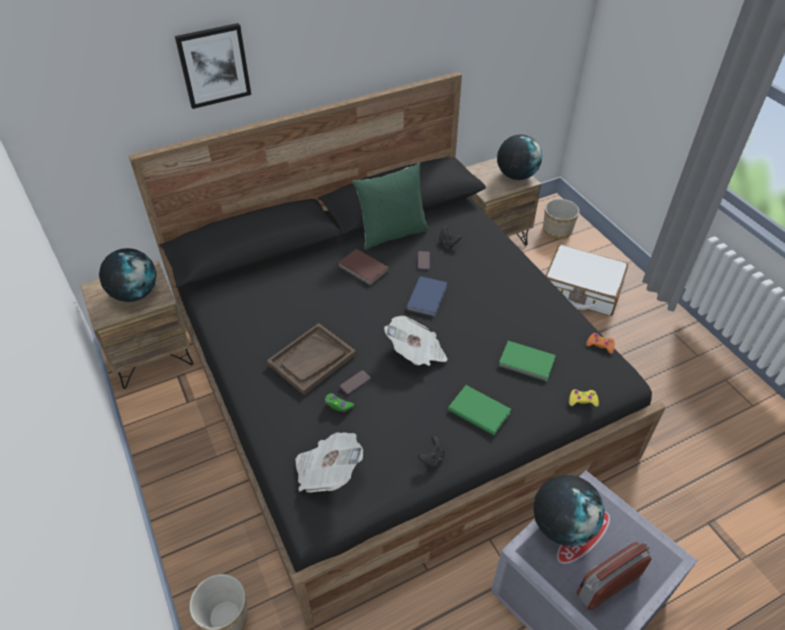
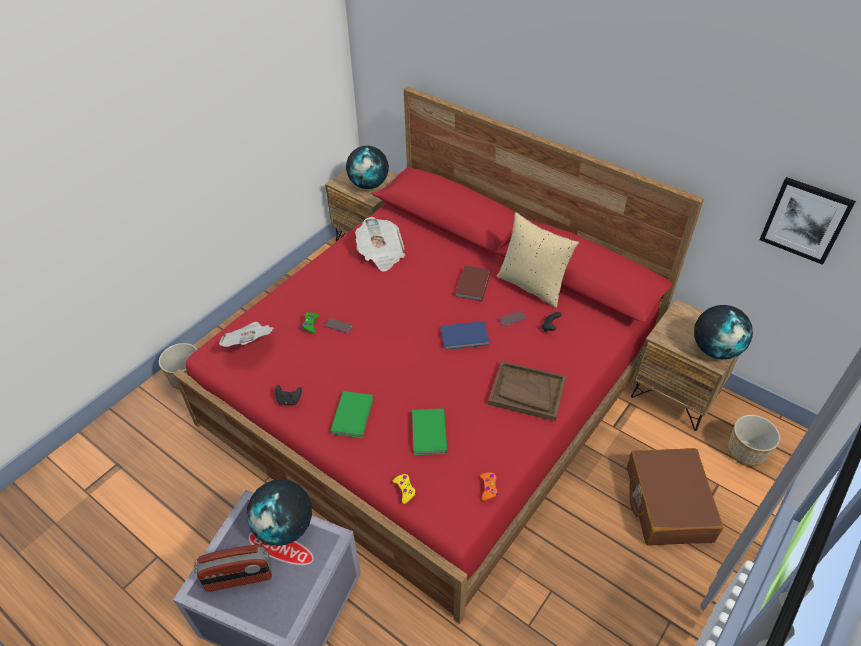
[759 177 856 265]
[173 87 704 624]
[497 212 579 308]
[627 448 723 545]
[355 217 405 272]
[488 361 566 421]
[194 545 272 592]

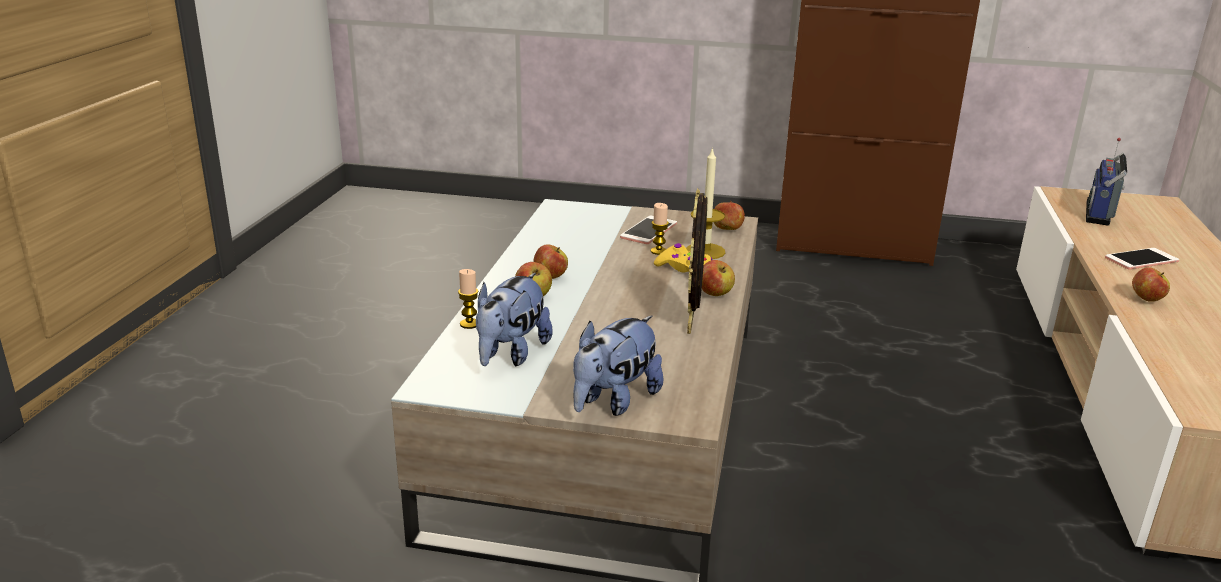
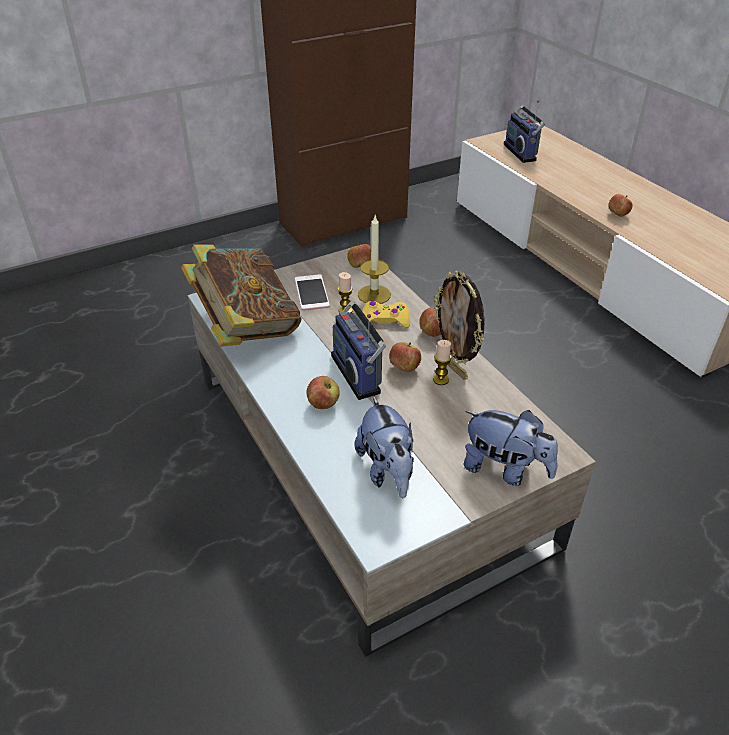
[389 342 421 372]
[1105 248 1179 270] (first image)
[433 340 451 385]
[464 410 558 486]
[181 245 301 347]
[331 301 386 400]

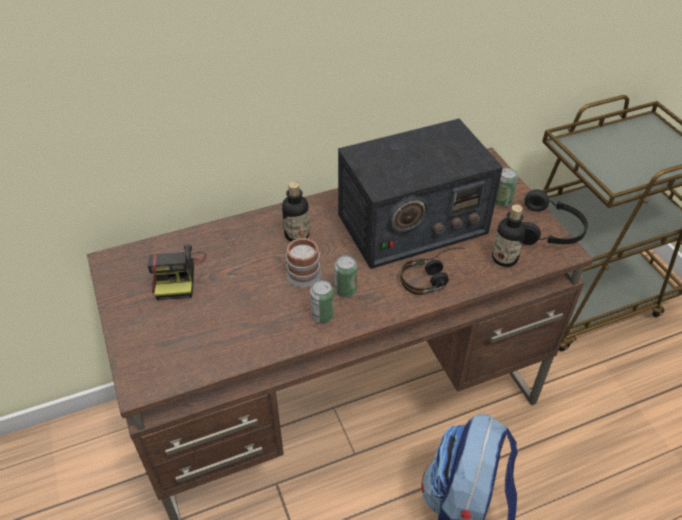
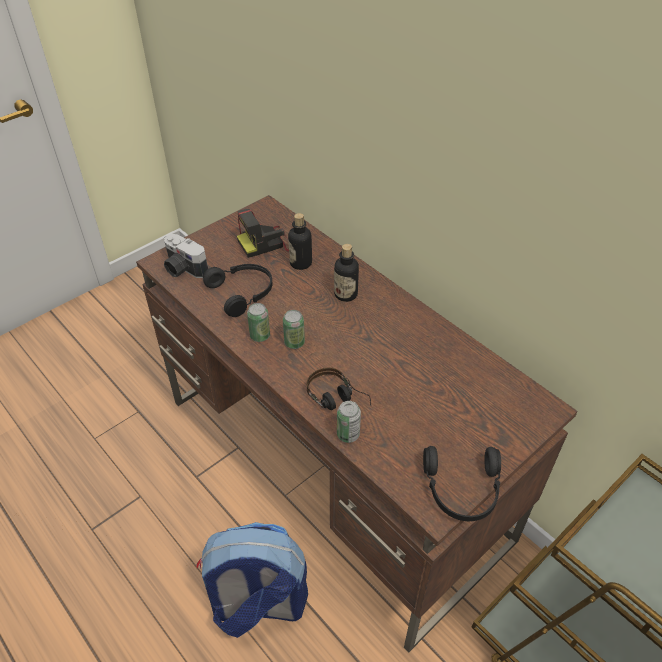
[338 119 503 269] (first image)
[337 401 361 443]
[288 213 312 270]
[286 228 322 287] (first image)
[164 234 208 278]
[203 264 273 317]

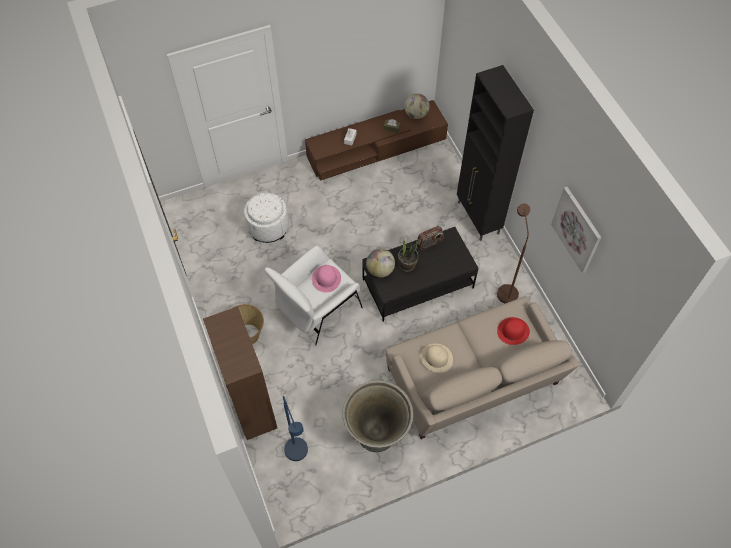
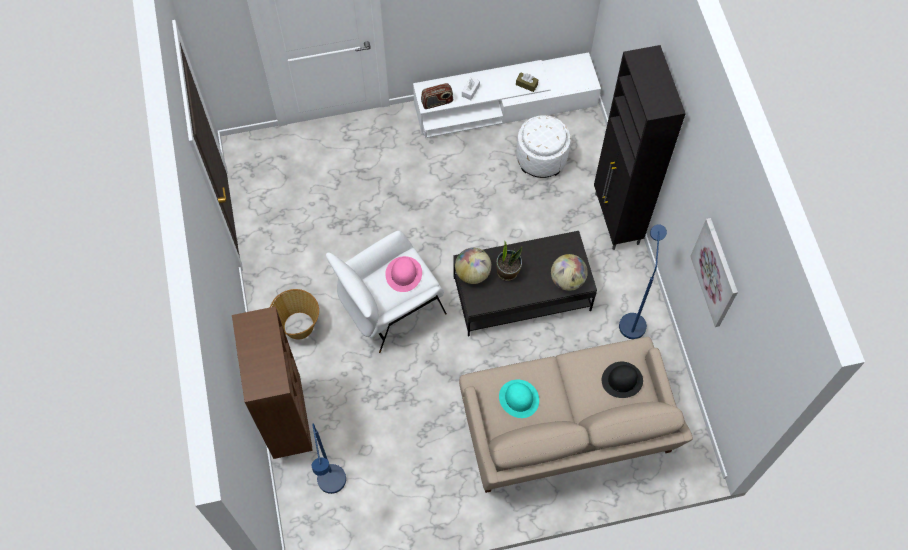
[551 254 588 291]
[413 52 601 138]
[516 115 571 178]
[619 224 667 339]
[421 83 453 109]
[602 362 643 398]
[499 380 539 418]
[342 380 413 452] (first image)

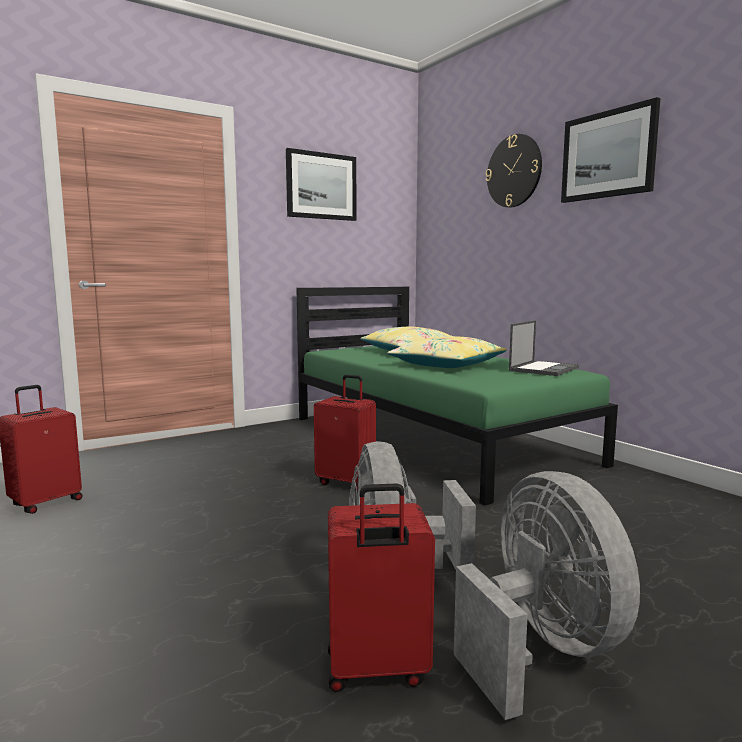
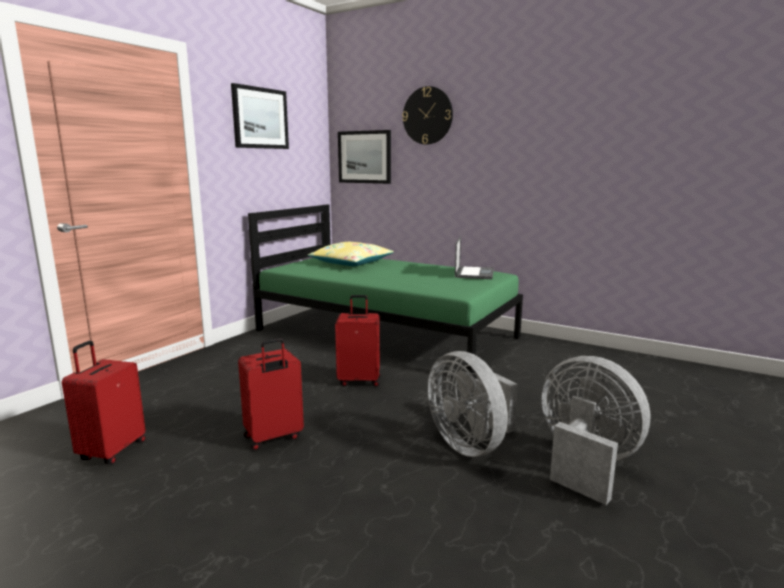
[338 130 391 184]
[387 336 507 368] (first image)
[238 338 304 450]

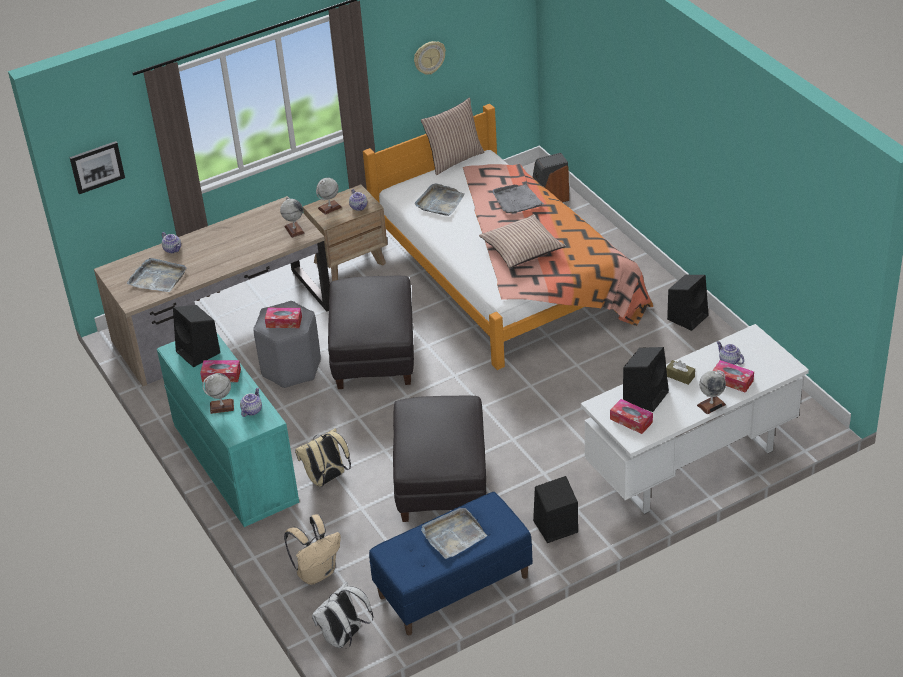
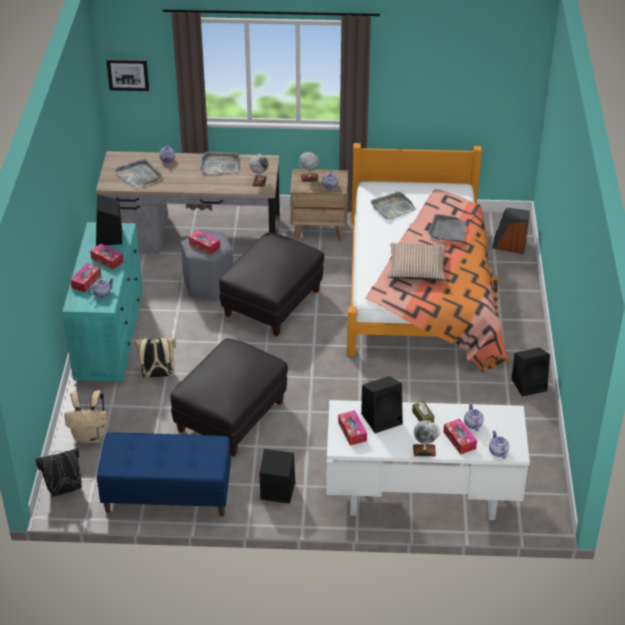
[414 41 446 75] (first image)
[421 98 485 175] (first image)
[70 263 101 292]
[200 151 239 173]
[35 448 82 497]
[489 430 509 459]

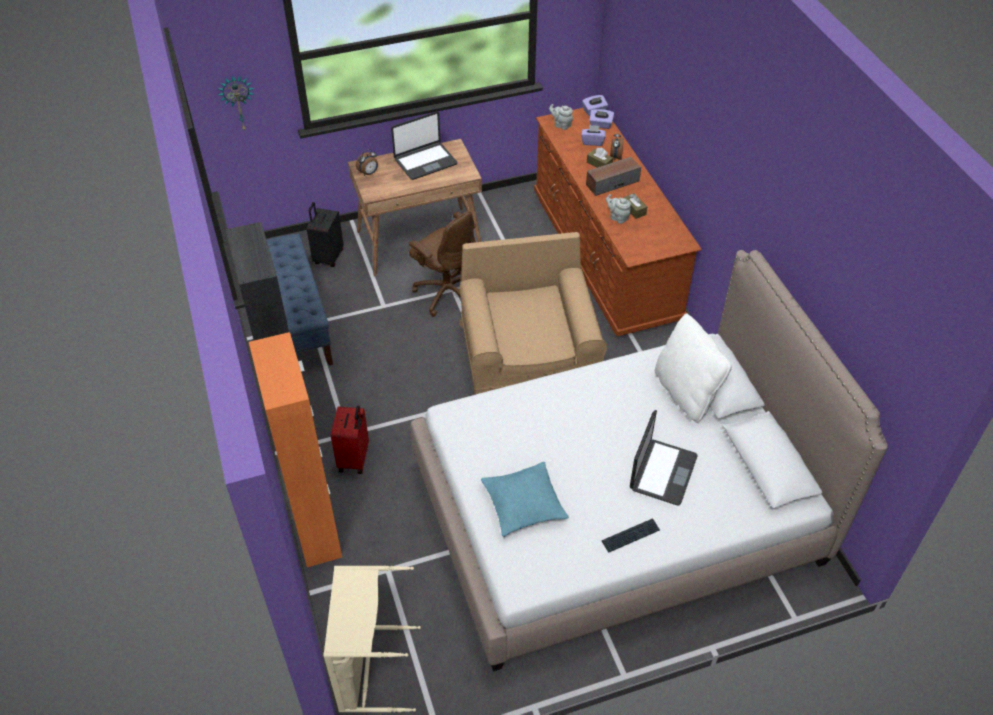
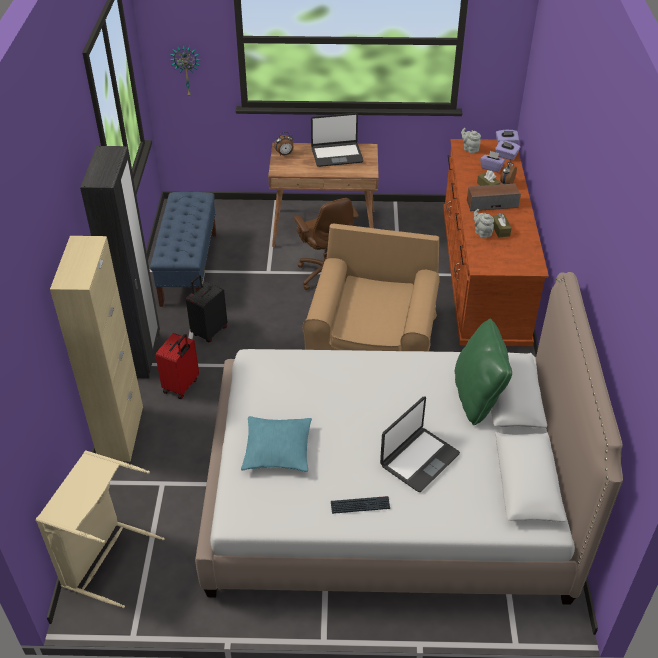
[186 275 227 342]
[455 318 512 425]
[50 236 143 462]

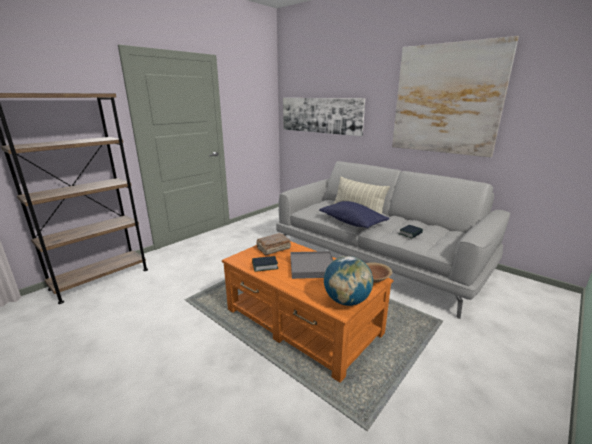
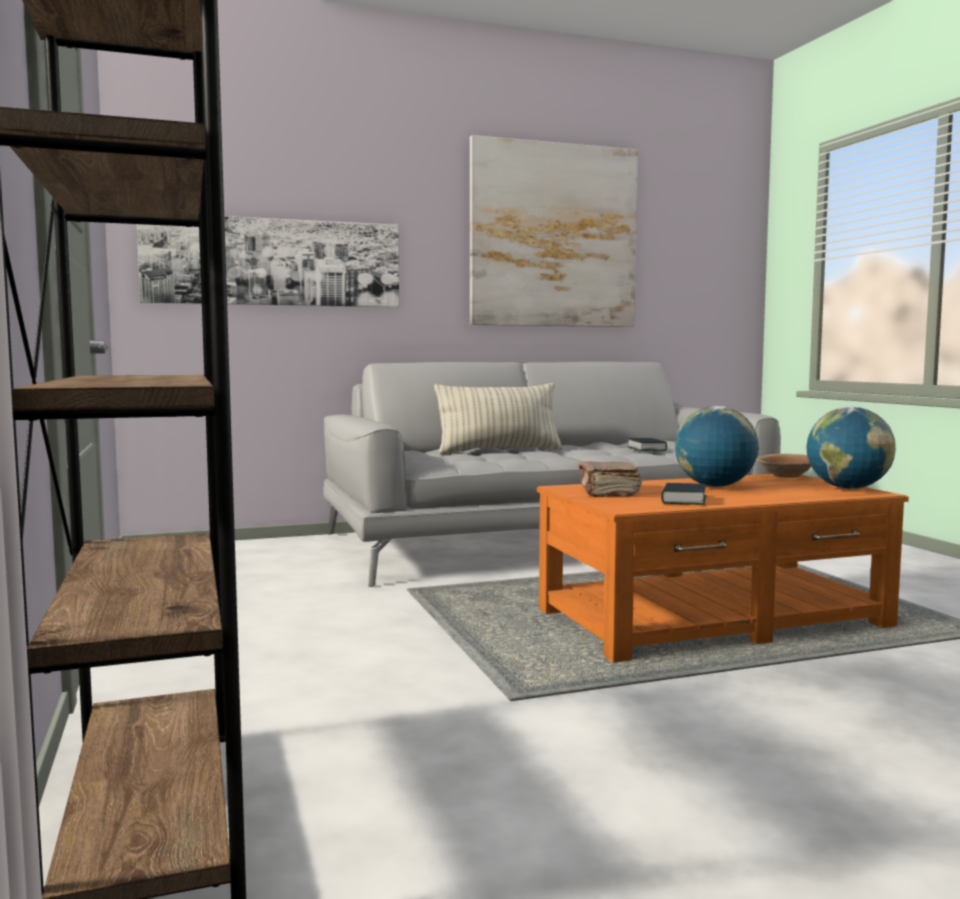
[319 201 389 228] (first image)
[675 406 759 487]

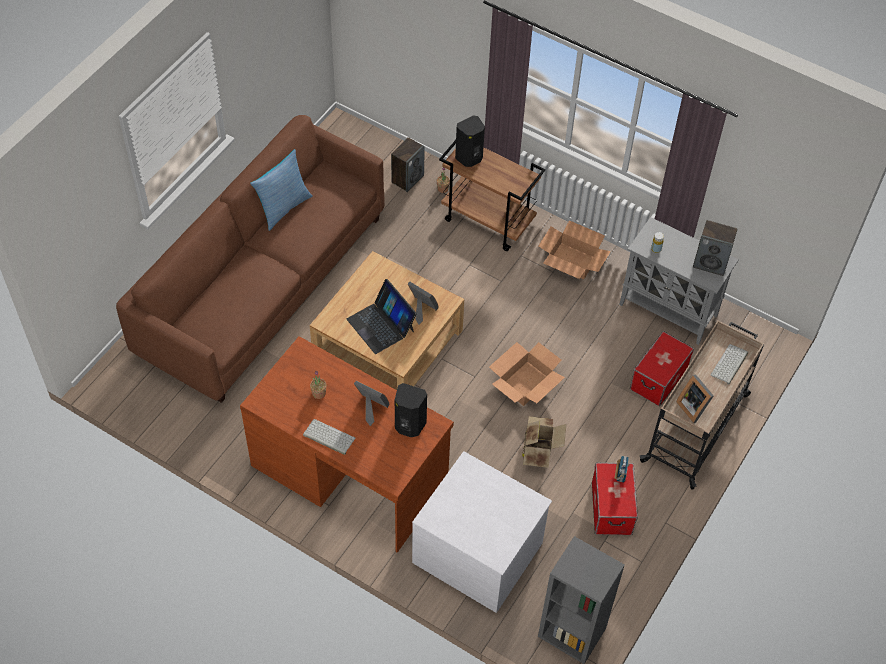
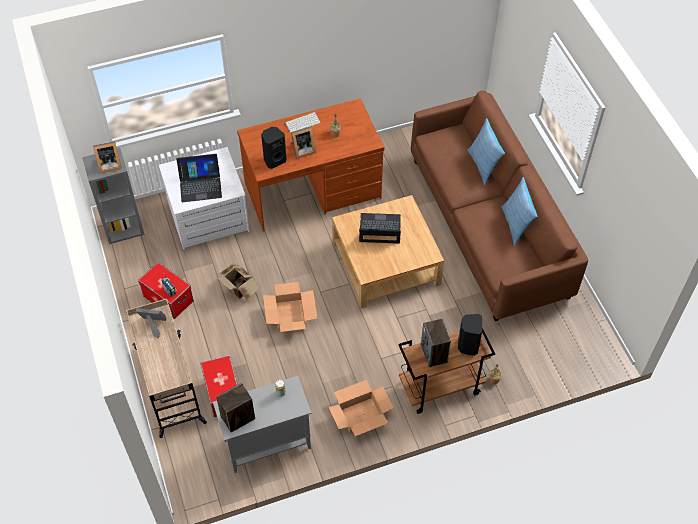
[421 319 451 367]
[93 141 122 174]
[710 344 748 385] (first image)
[467 118 505 186]
[176 154 222 202]

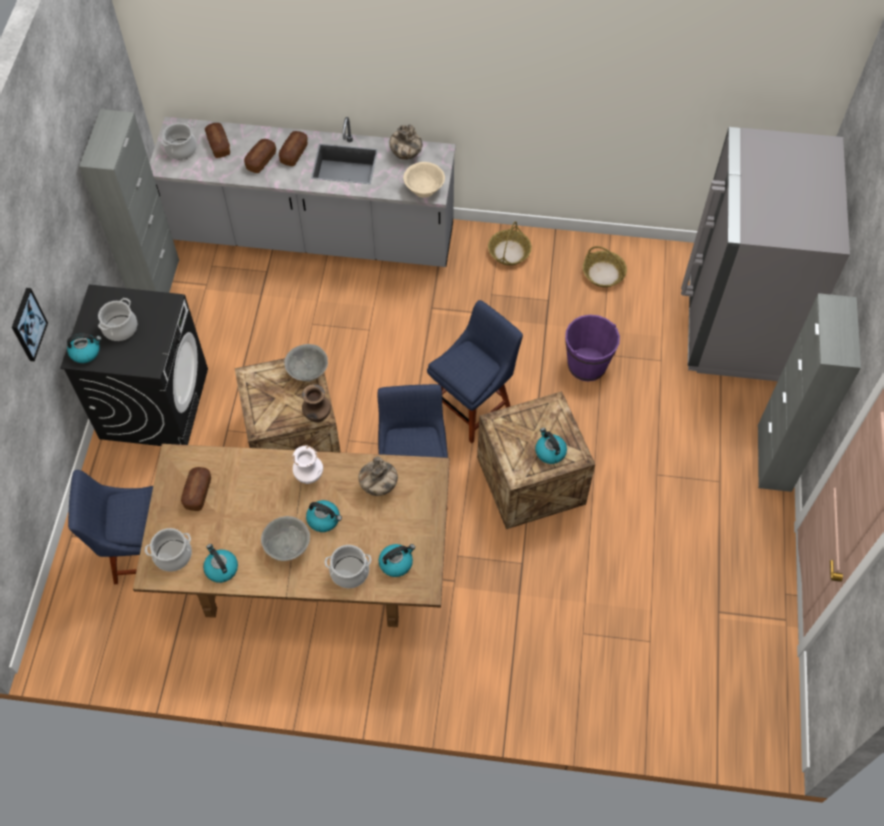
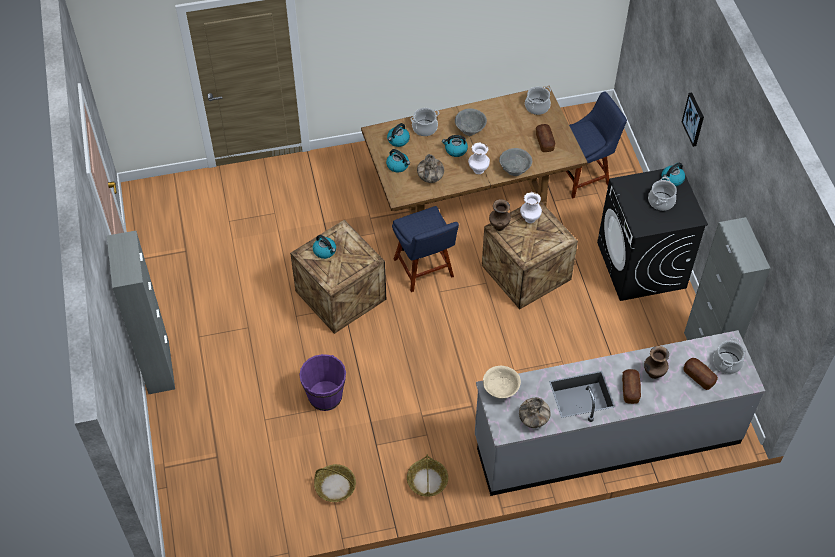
[681 127 850 381] (first image)
[644 346 669 379]
[427 300 523 443] (first image)
[499 148 532 176]
[386 149 410 173]
[520 192 542 223]

